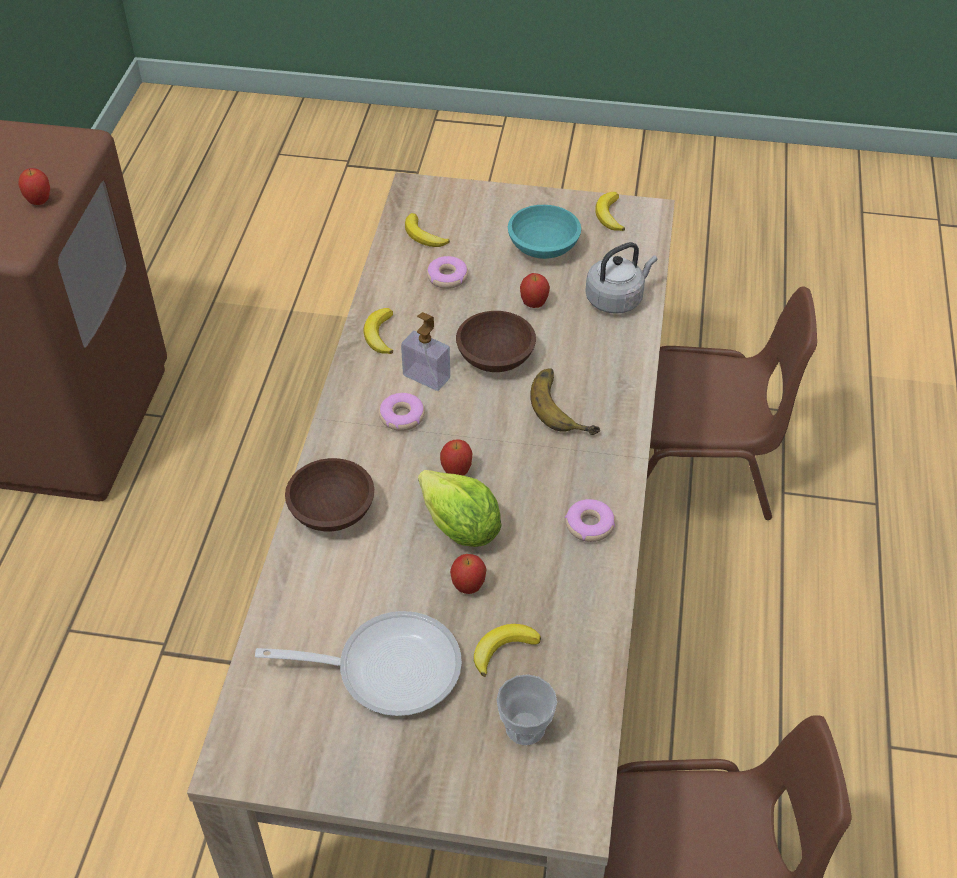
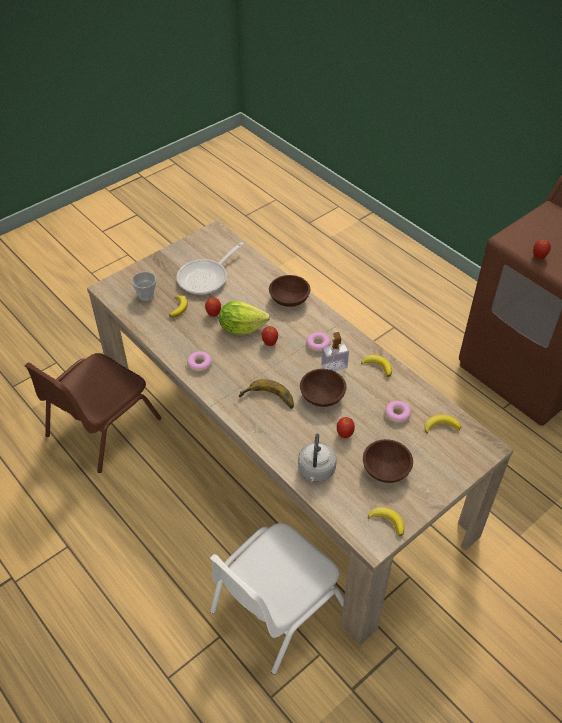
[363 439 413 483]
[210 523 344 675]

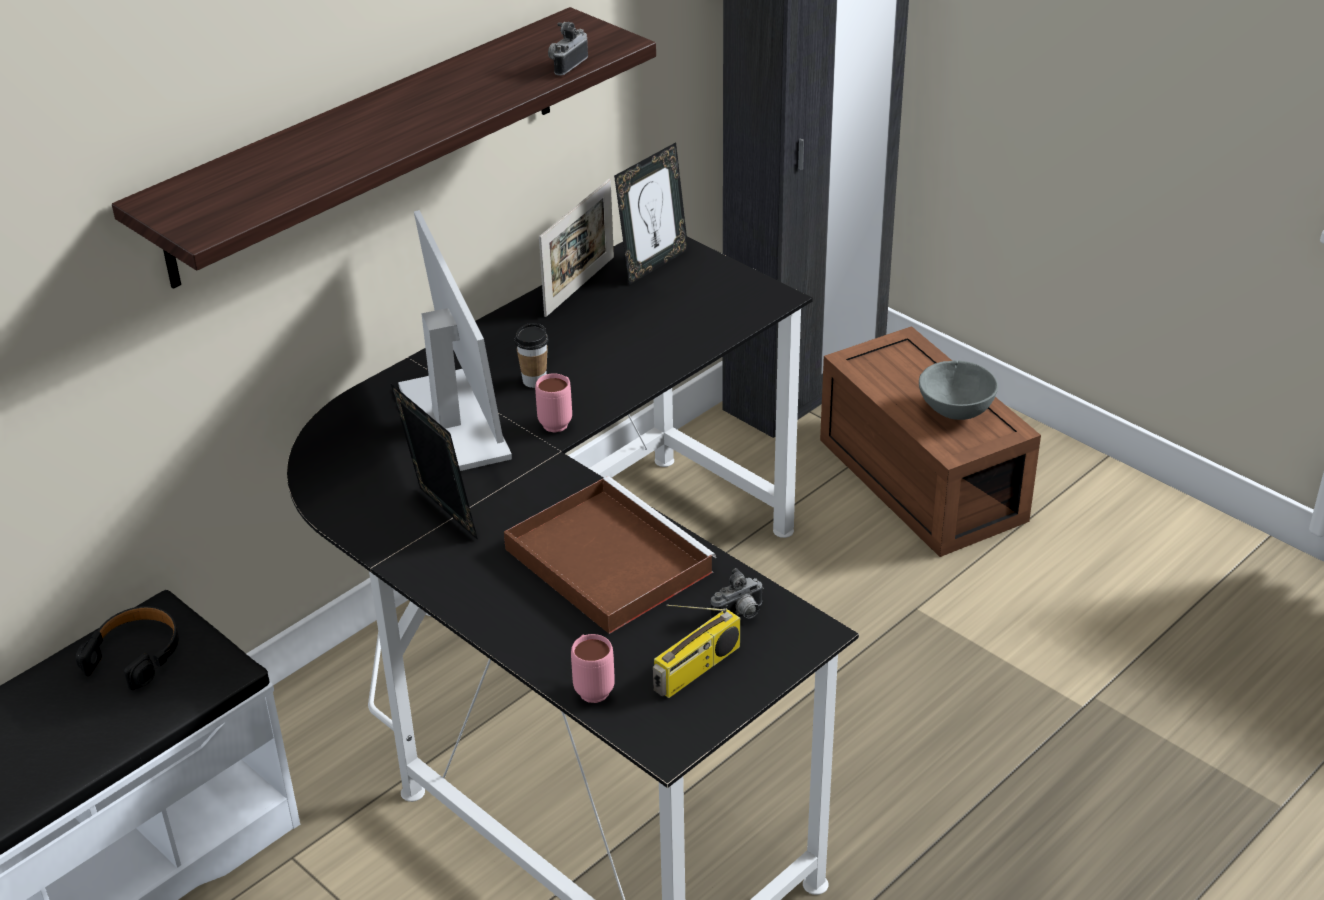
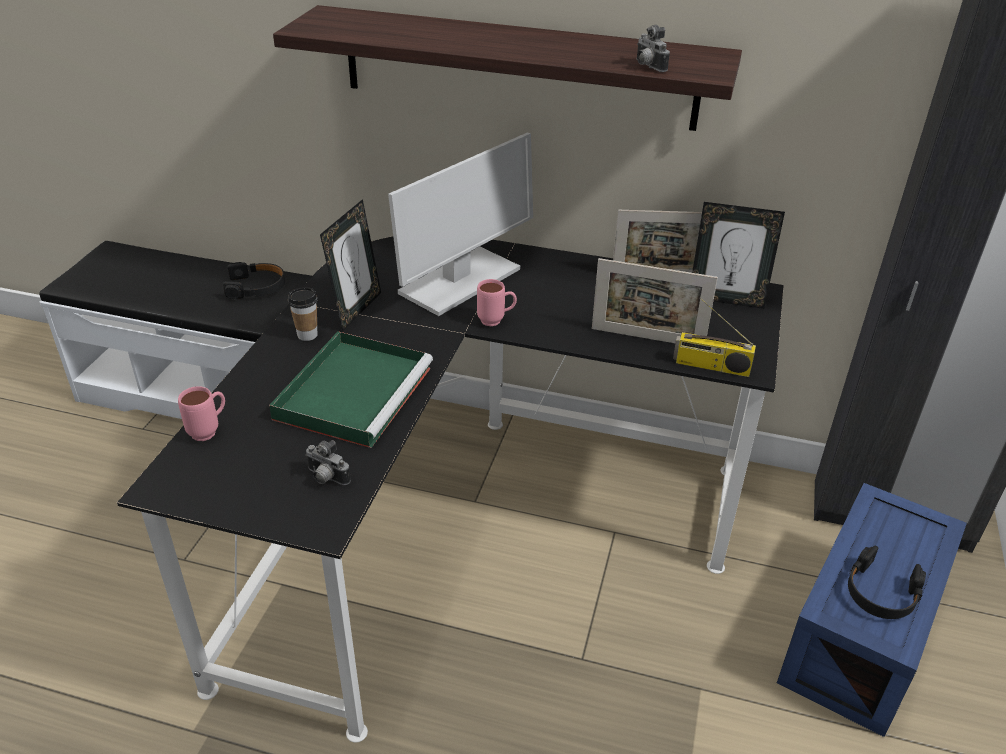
[637 25 670 72]
[288 287 317 341]
[777 483 967 737]
[848 546 926 619]
[269 331 433 448]
[673 297 756 377]
[592 258 718 343]

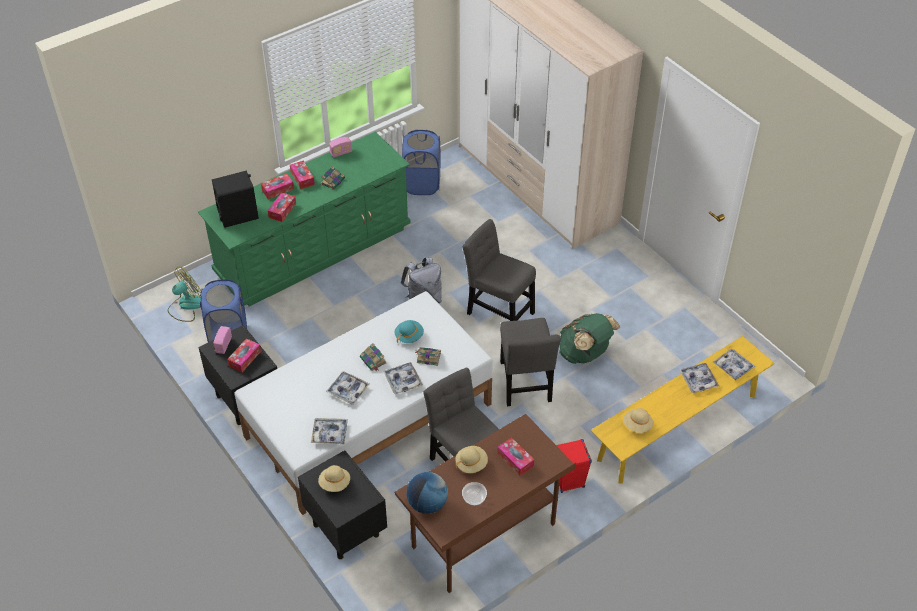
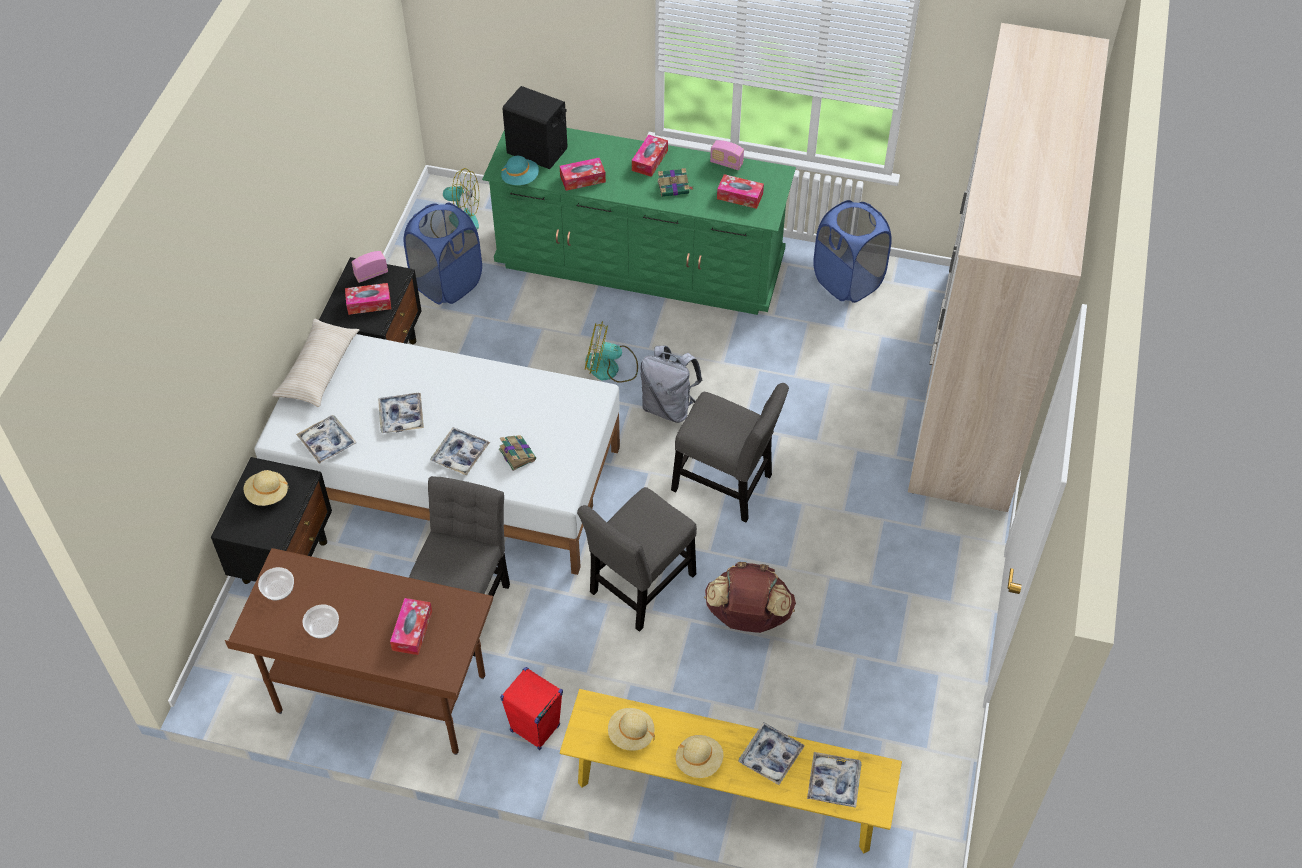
[717 174 764 209]
[671 383 789 523]
[704 562 796 633]
[501 156 539 185]
[360 343 386 372] (first image)
[676 735 723 778]
[258 567 294 600]
[272 319 359 407]
[585 321 638 383]

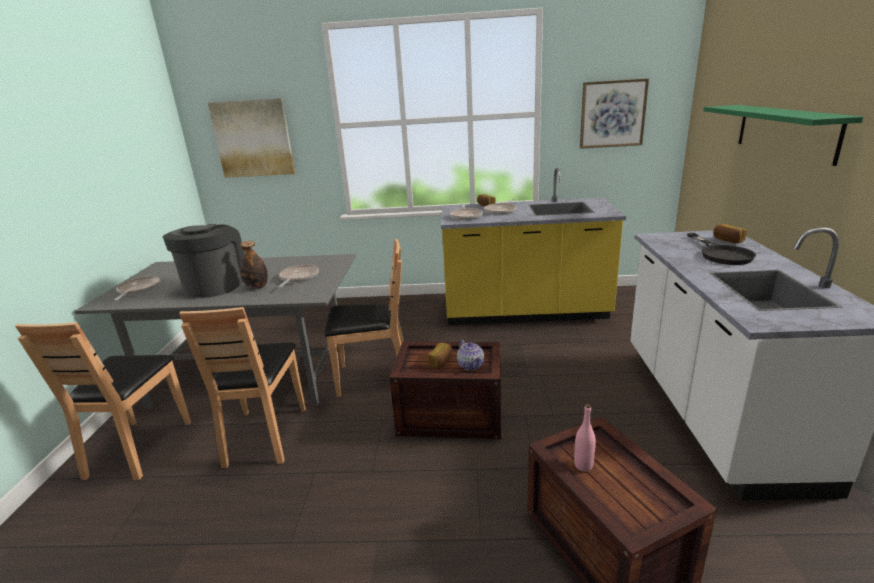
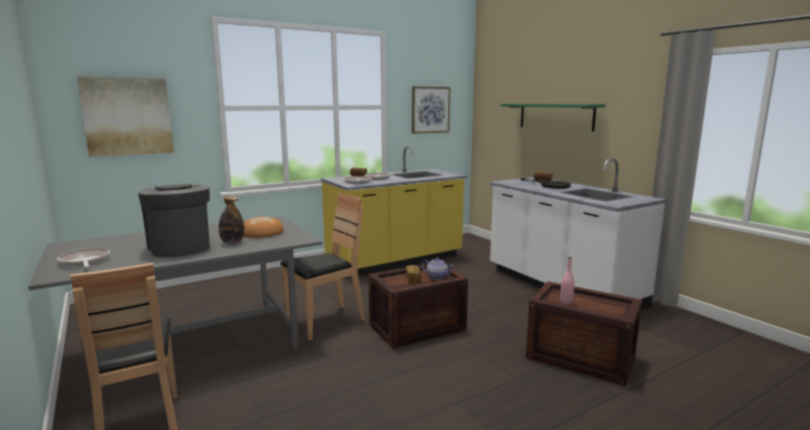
[243 216 284 238]
[179 307 306 468] (first image)

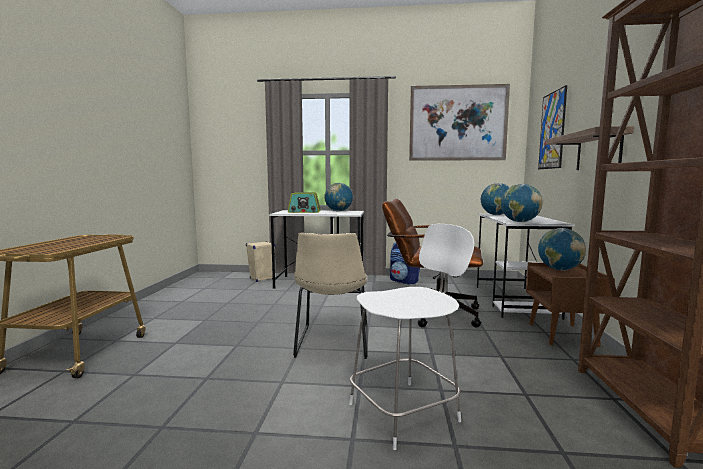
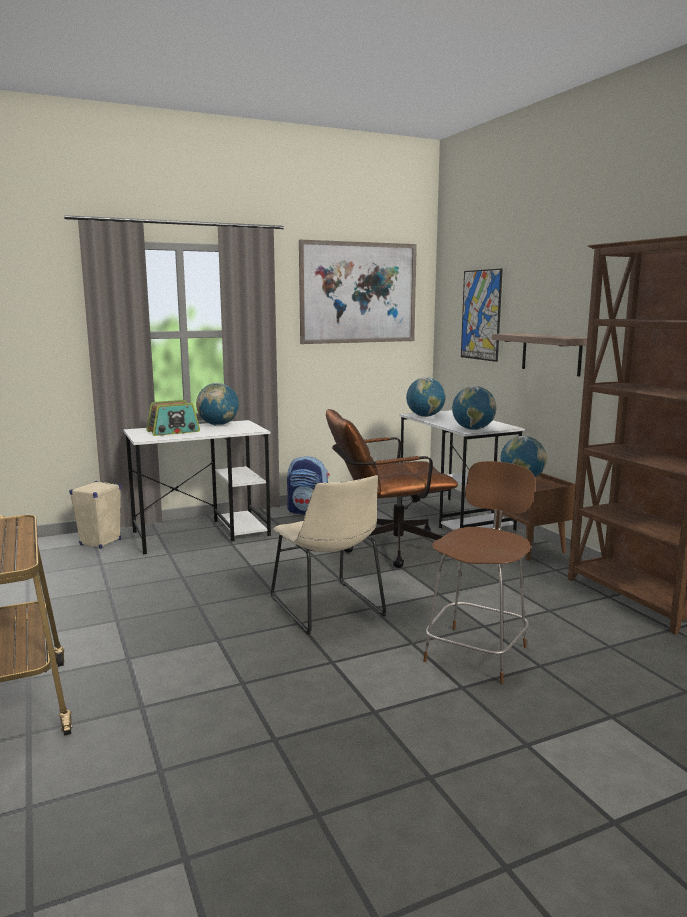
[423 461 535 684]

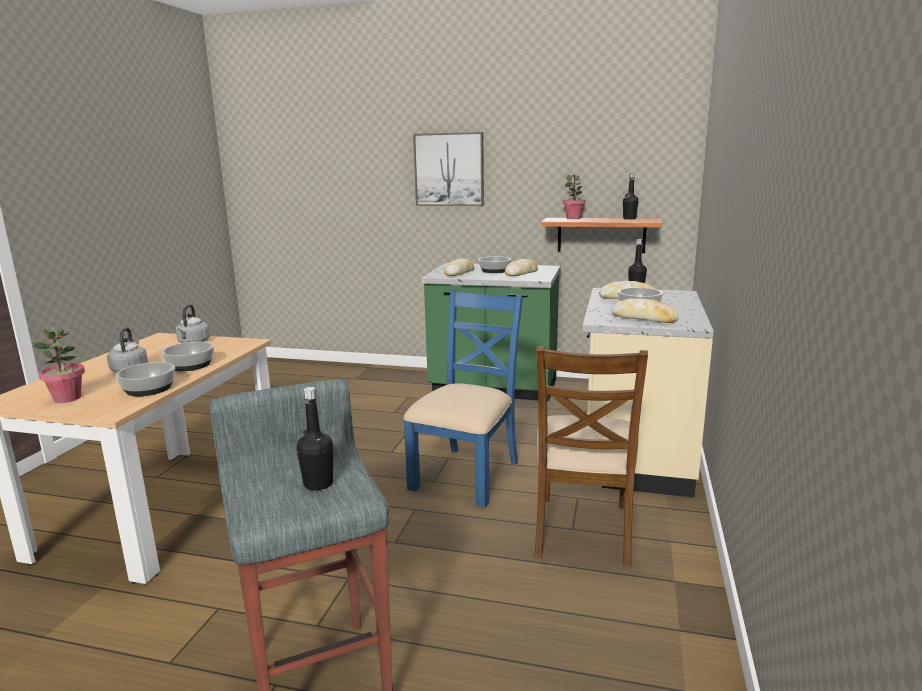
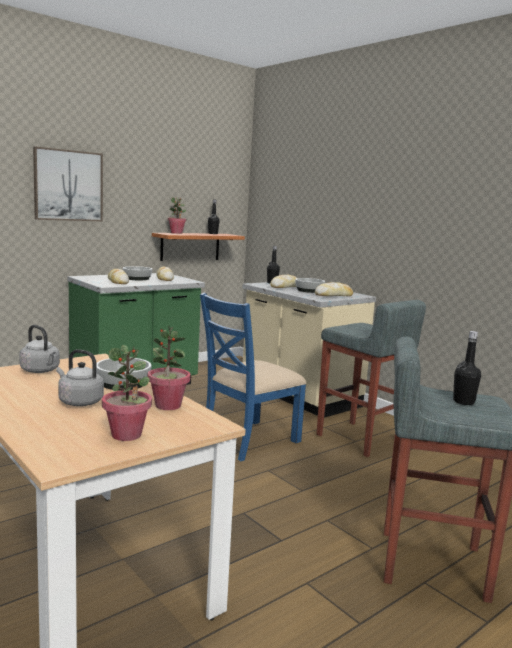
[200 293 306 461]
[316 300 426 457]
[147 325 191 410]

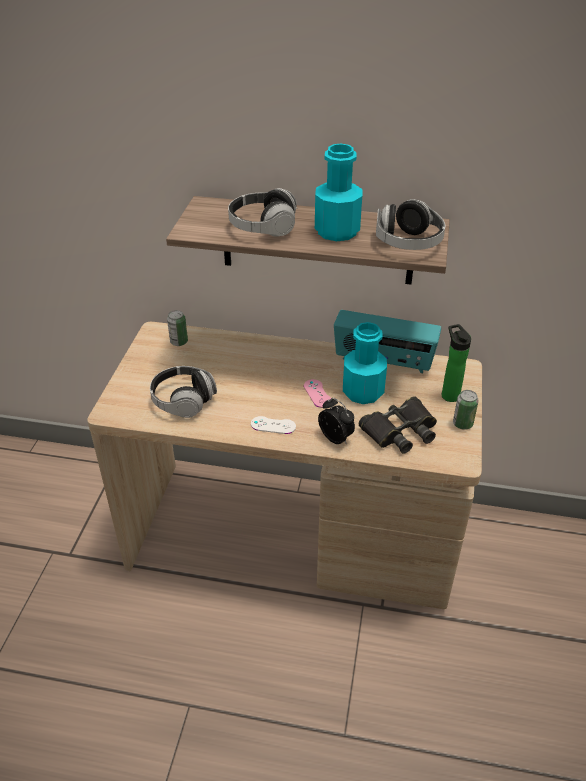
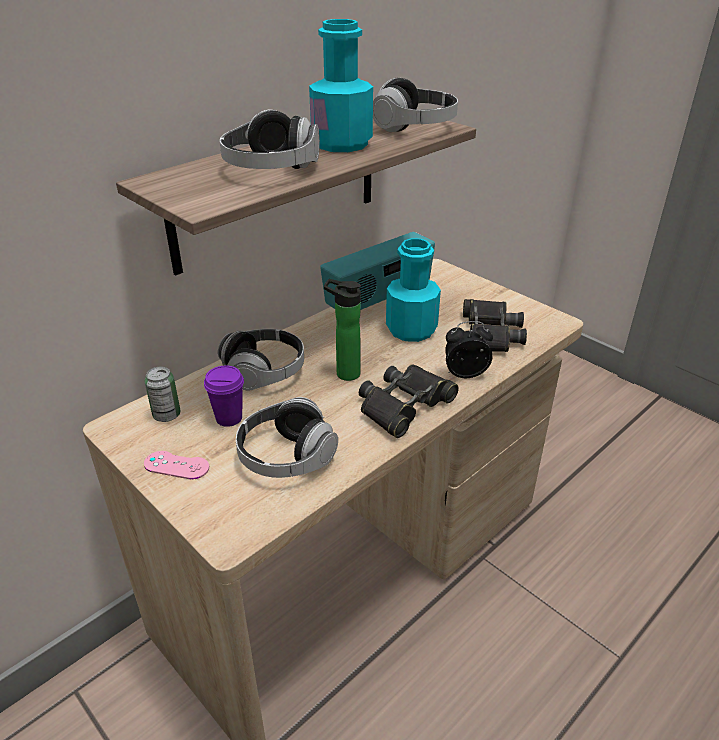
[324 279 361 381]
[144 451 209 480]
[453 390 478 430] (first image)
[359 364 459 438]
[218 329 304 390]
[204 366 244 427]

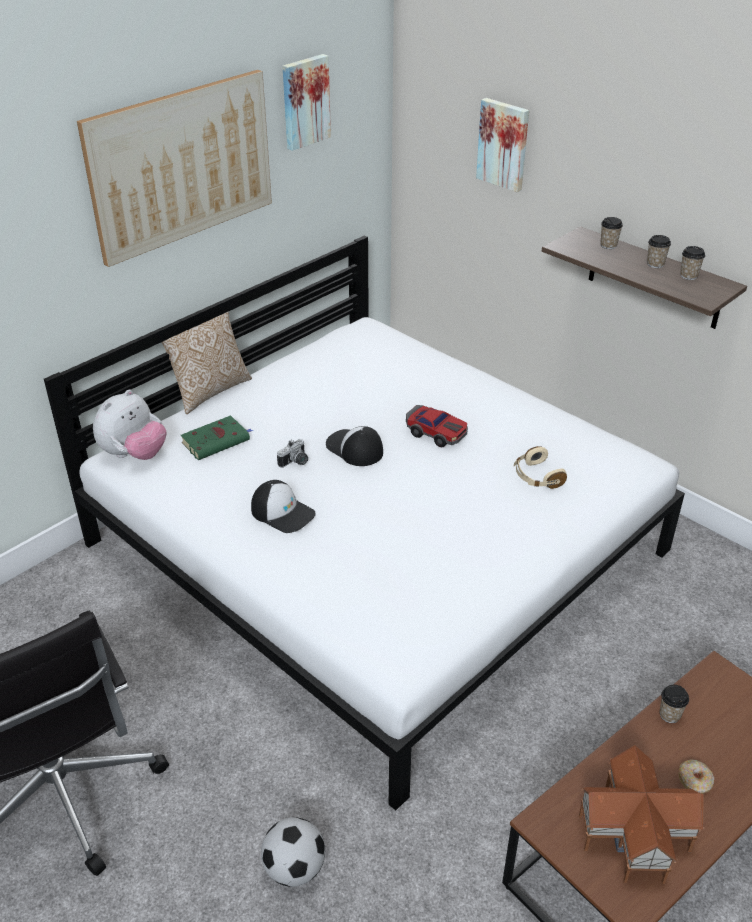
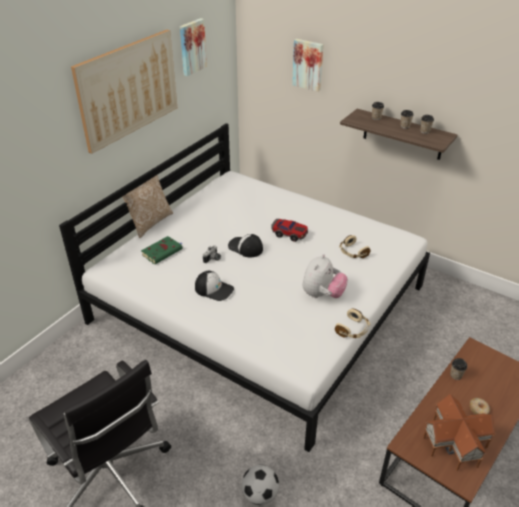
[303 254 348 298]
[335 309 370 338]

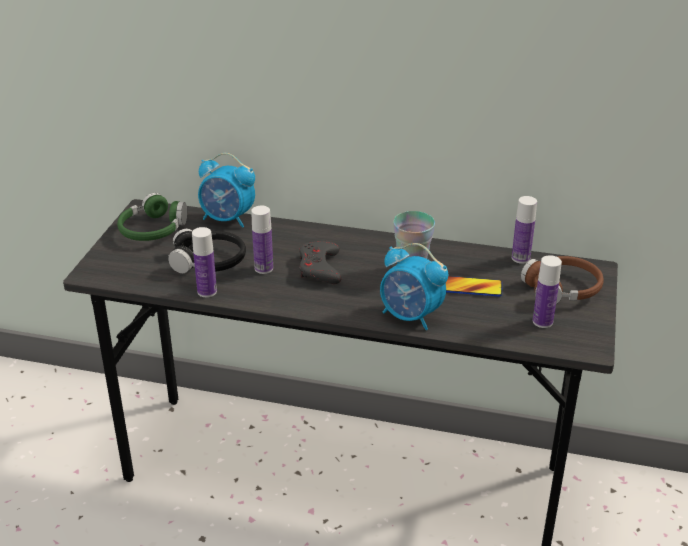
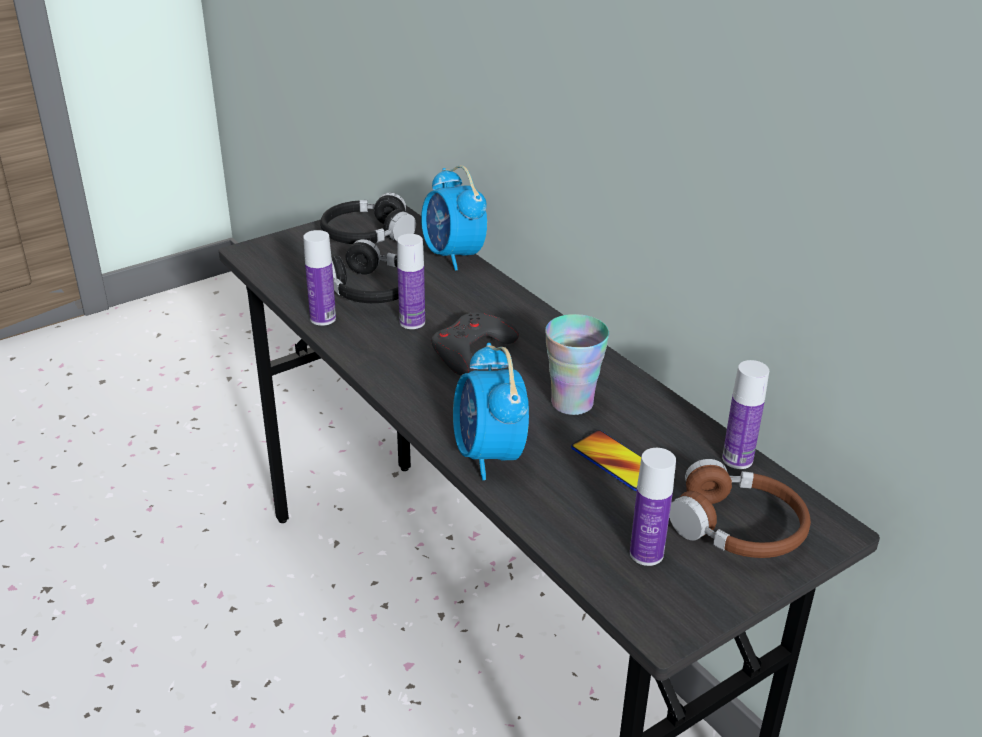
[320 193 416 244]

